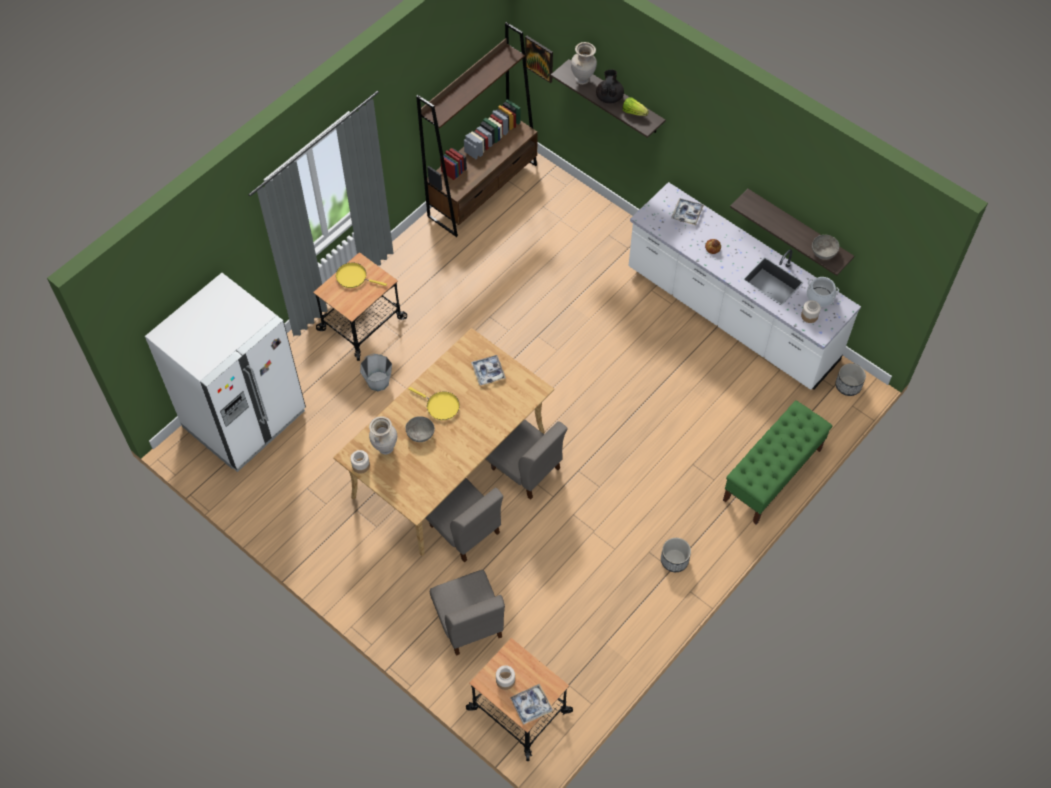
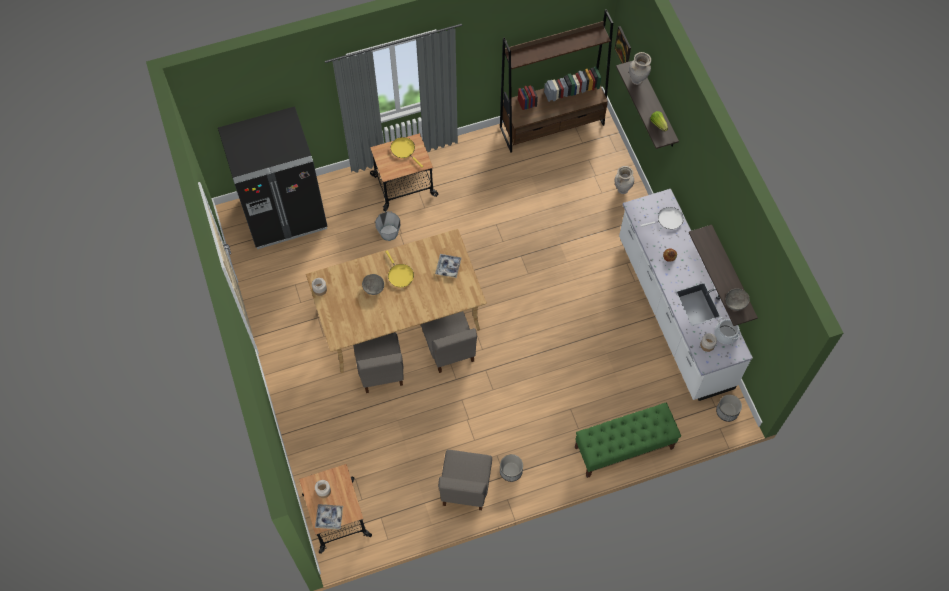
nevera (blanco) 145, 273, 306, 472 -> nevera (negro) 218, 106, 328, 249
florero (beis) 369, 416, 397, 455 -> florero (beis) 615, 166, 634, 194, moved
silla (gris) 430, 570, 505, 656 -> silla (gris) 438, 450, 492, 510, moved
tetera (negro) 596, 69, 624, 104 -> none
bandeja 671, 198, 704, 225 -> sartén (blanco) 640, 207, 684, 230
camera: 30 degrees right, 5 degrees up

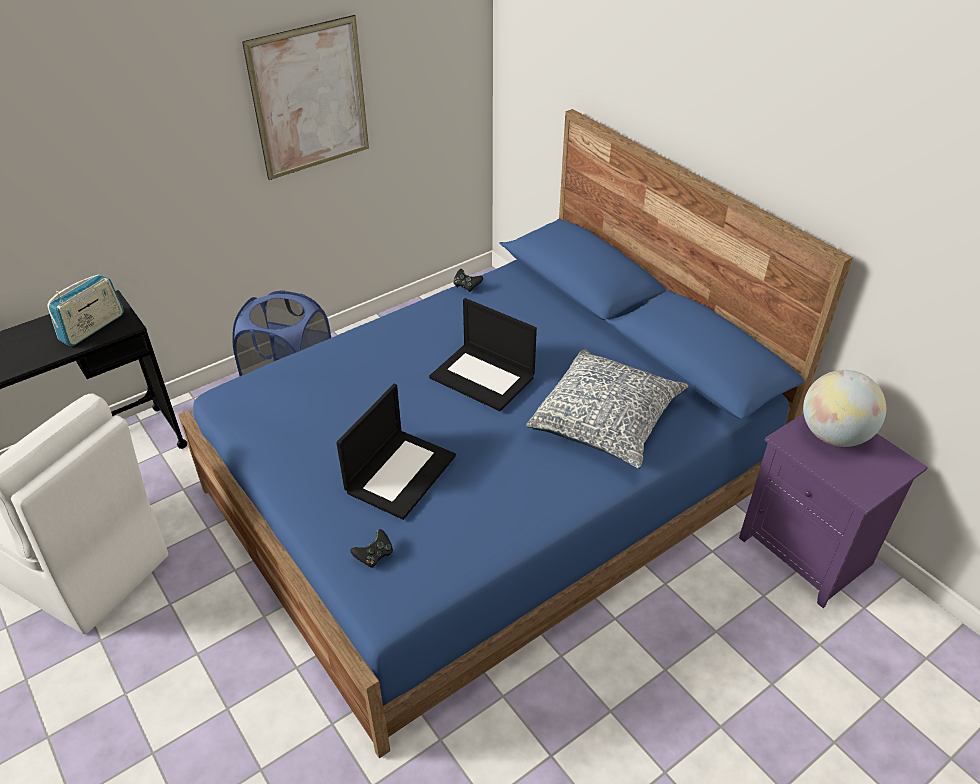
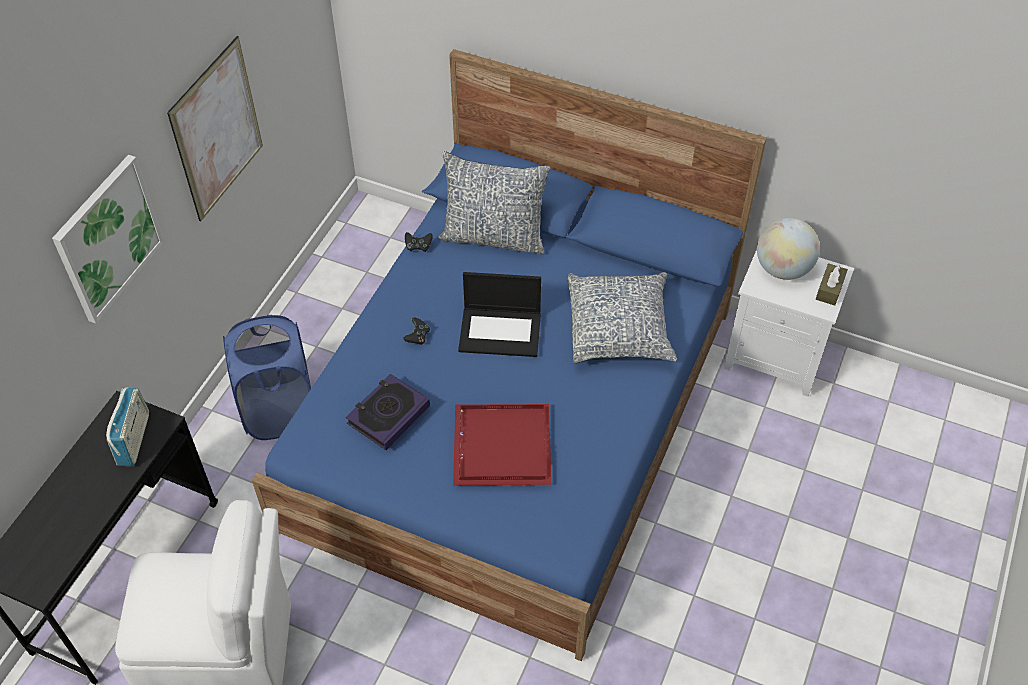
portátil 336, 384, 456, 520 -> bandeja (rojo) 453, 404, 552, 485
mando de consola (negro) 350, 529, 393, 568 -> mando de consola (negro) 403, 318, 430, 345, moved
mesita de noche (morado) 739, 413, 928, 608 -> mesita de noche (blanco) 724, 249, 854, 397
none -> cuadro 52, 155, 164, 324
none -> libro 346, 374, 430, 450
none -> cojín 438, 151, 551, 254
none -> caja de pañuelos (marrón) 816, 263, 848, 306
camera: 30 degrees left, 10 degrees up

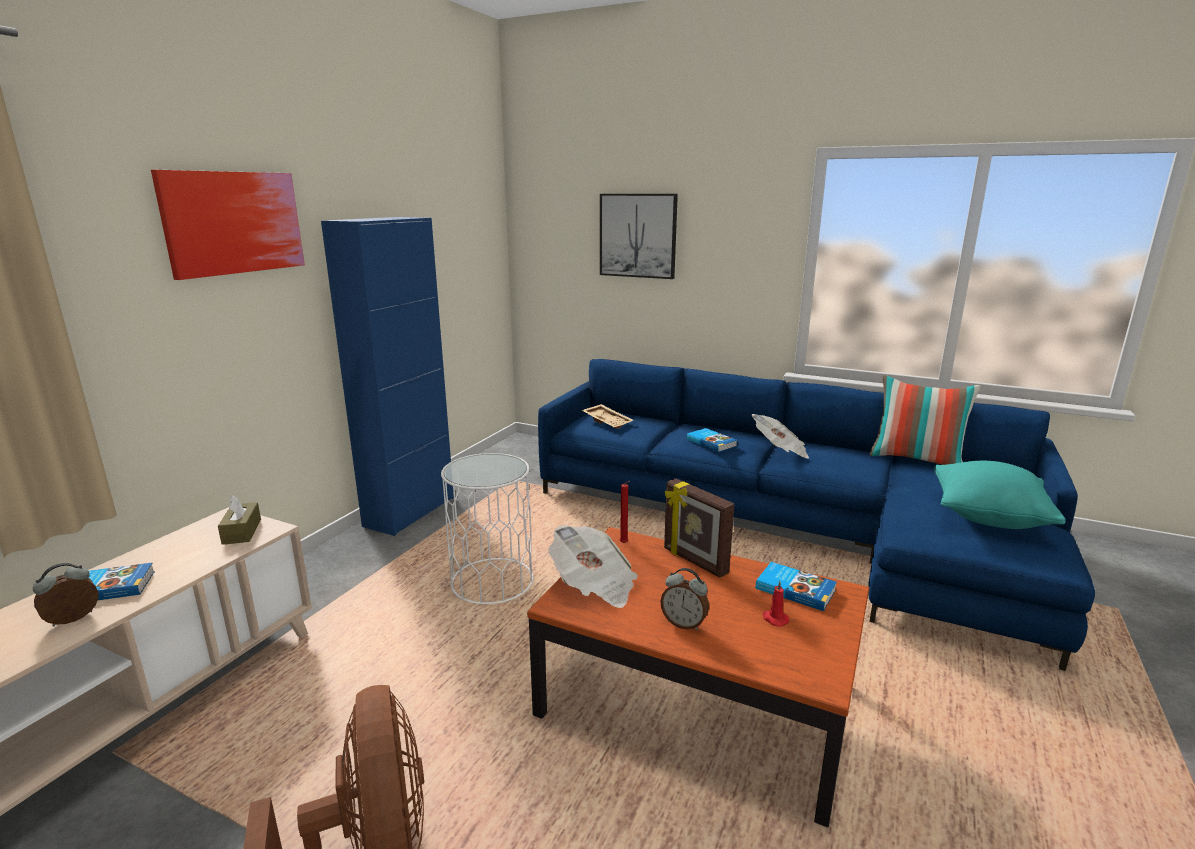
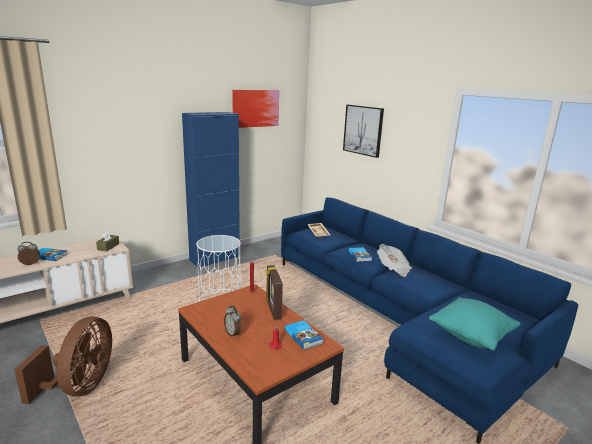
cuadro 151, 170, 305, 280 -> cuadro 232, 90, 279, 128, moved
periódico 548, 525, 638, 608 -> none
cojín 870, 375, 980, 465 -> none
camera: 25 degrees right, 0 degrees up

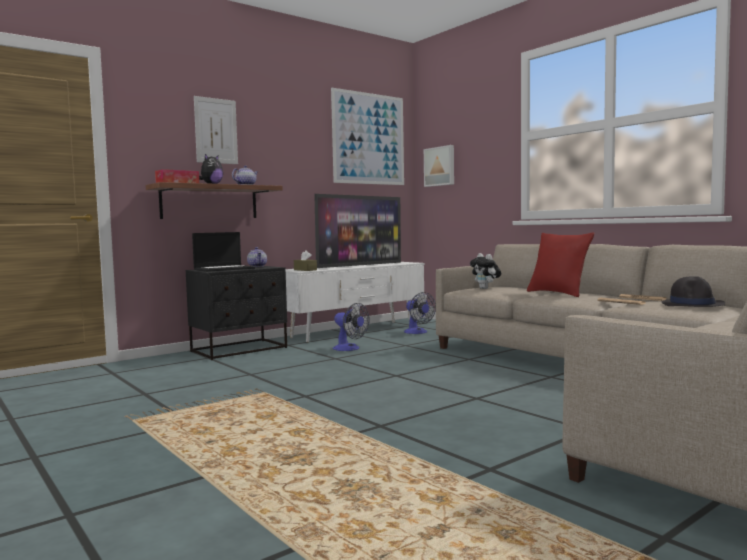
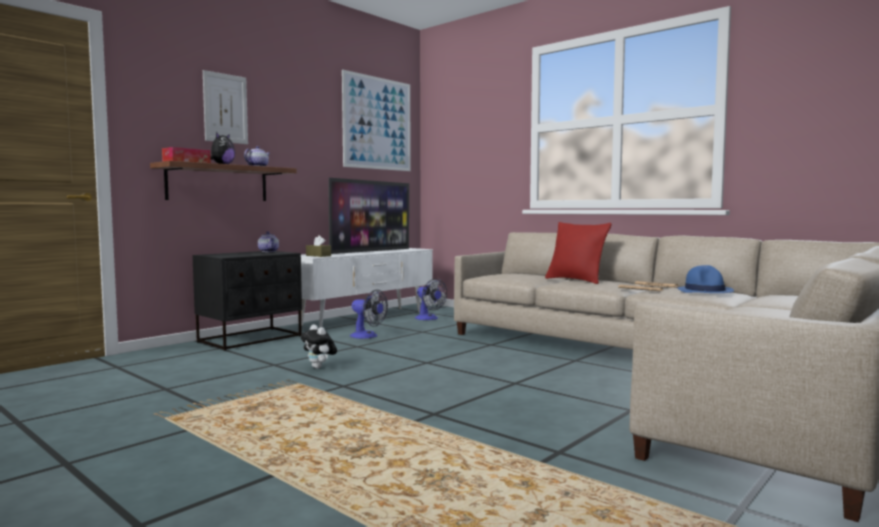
portátil 192, 232, 255, 272 -> none
cuadro 424, 145, 454, 187 -> none
peluche 470, 253, 501, 289 -> peluche 301, 324, 337, 369, moved
sombrero (negro) 661, 276, 725, 307 -> sombrero (azul) 677, 265, 734, 293
camera: 10 degrees left, 0 degrees up

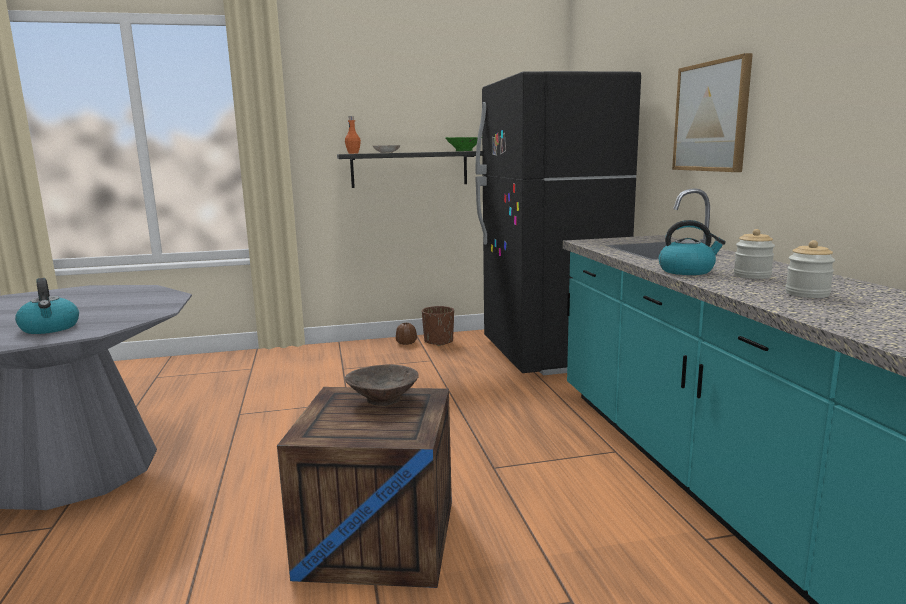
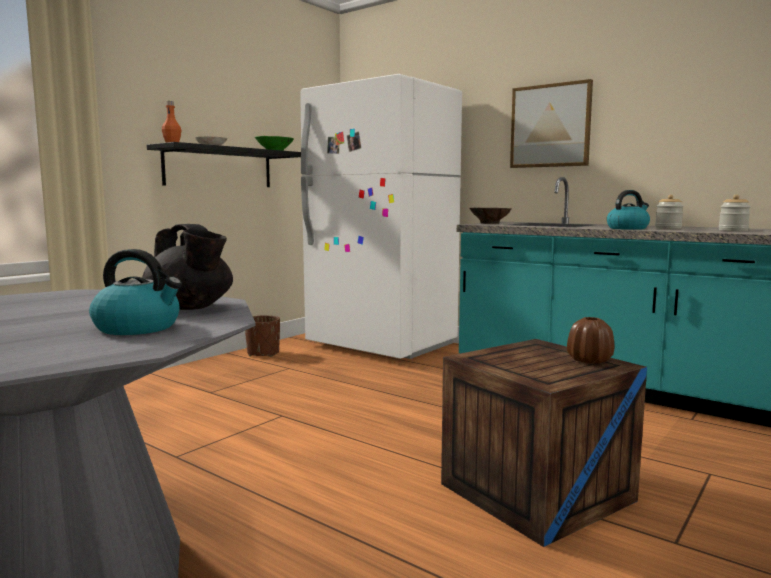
cuenco (marrón) 345, 365, 419, 406 -> cuenco (marrón) 469, 208, 512, 224, moved
florero (marrón) 396, 323, 417, 345 -> florero (marrón) 567, 317, 615, 364, moved
nevera (negro) 475, 71, 641, 375 -> nevera (blanco) 300, 74, 462, 359
none -> tetera (negro) 142, 224, 233, 310
camera: 40 degrees left, 5 degrees down

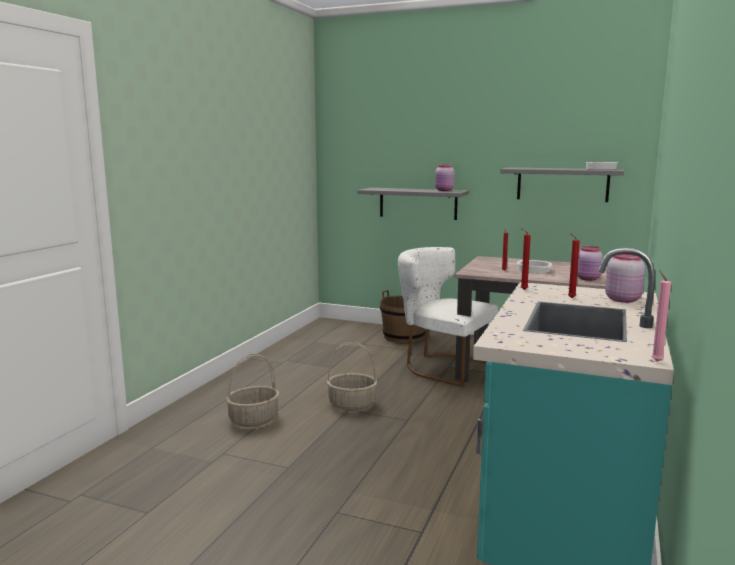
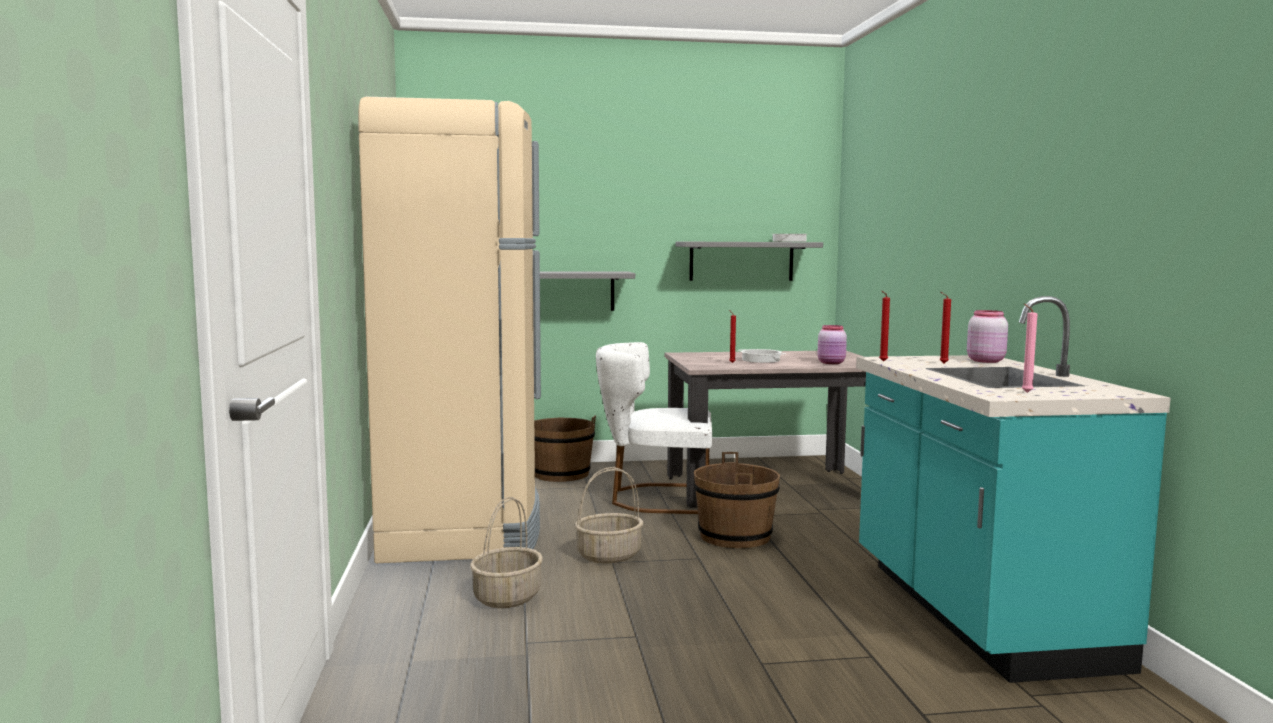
tarro (rosa) 435, 164, 454, 191 -> none
vela (rosa) 651, 271, 671, 362 -> vela (rosa) 1022, 304, 1038, 393, moved
none -> nevera (beis) 358, 97, 541, 563
none -> cubo (marrón) 693, 452, 780, 548
camera: 30 degrees left, 5 degrees down

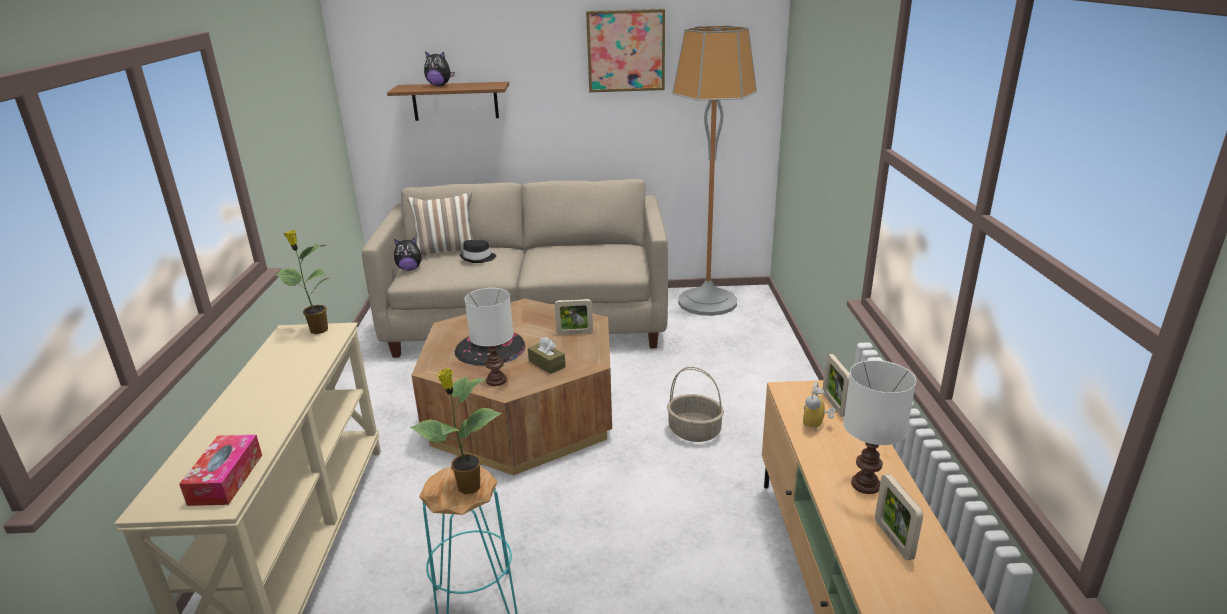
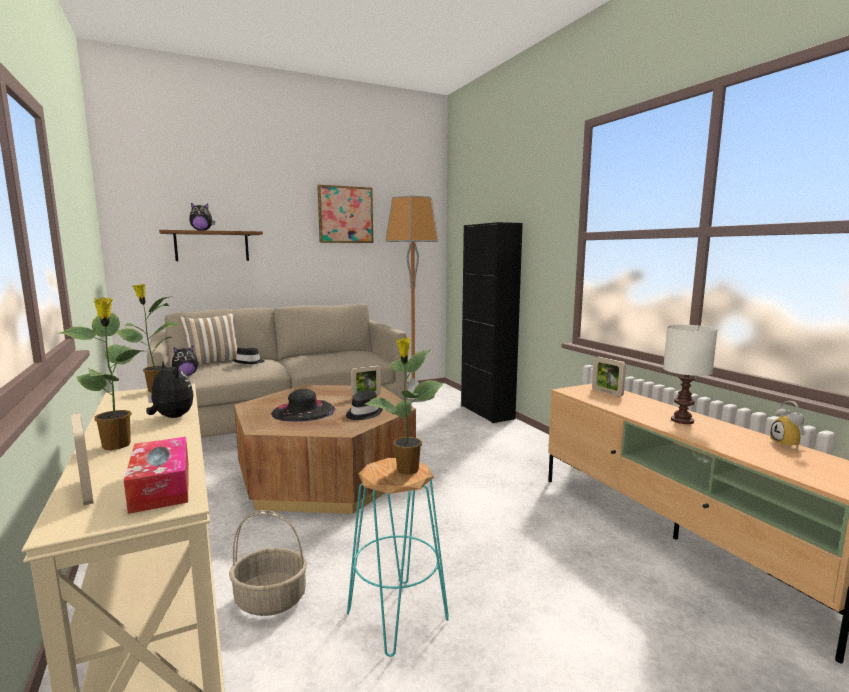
lámpara de mesa (blanco) 465, 288, 513, 386 -> none
caja de pañuelos (marrón) 528, 337, 565, 374 -> sombrero (negro) 346, 390, 383, 420
cesta 667, 367, 724, 442 -> cesta 229, 510, 307, 616, moved
despertador 803, 382, 835, 431 -> despertador 770, 401, 806, 449, moved
portarretratos 875, 474, 923, 560 -> portarretratos 71, 413, 94, 506, moved
none -> planta en maceta 59, 297, 142, 450
none -> peluche 146, 361, 193, 418
none -> armario (negro) 461, 222, 523, 423
camera: 25 degrees left, 15 degrees down

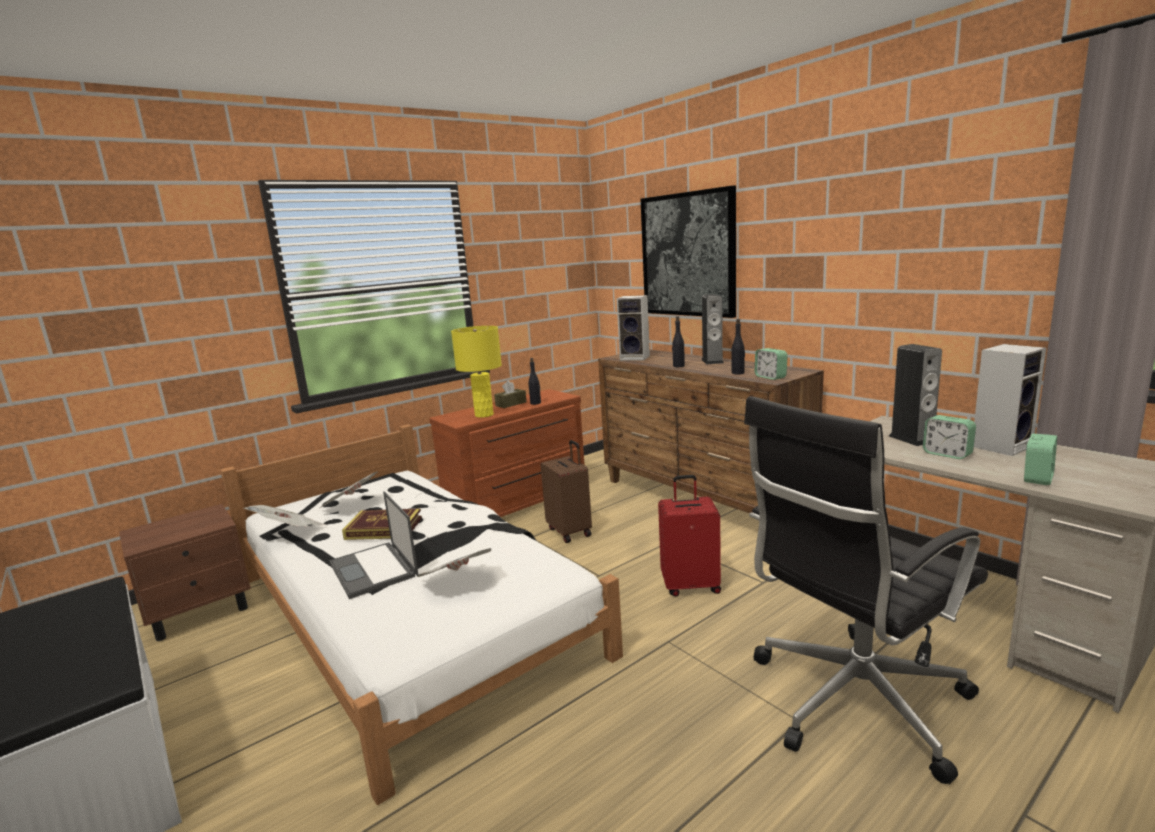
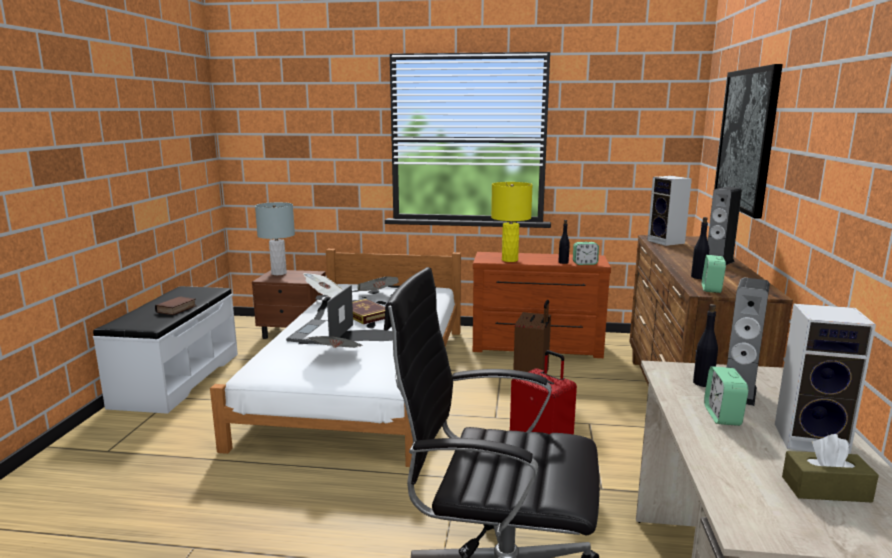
caja de pañuelos (marrón) 494, 381, 527, 408 -> caja de pañuelos (marrón) 782, 434, 879, 502, moved
botella (negro) 672, 316, 685, 367 -> botella (negro) 693, 304, 718, 387, moved
despertador 1024, 434, 1057, 485 -> despertador 573, 242, 599, 265, moved
none -> libro 155, 296, 196, 315
none -> lámpara de mesa (gris) 255, 202, 295, 275
camera: 45 degrees right, 0 degrees up

